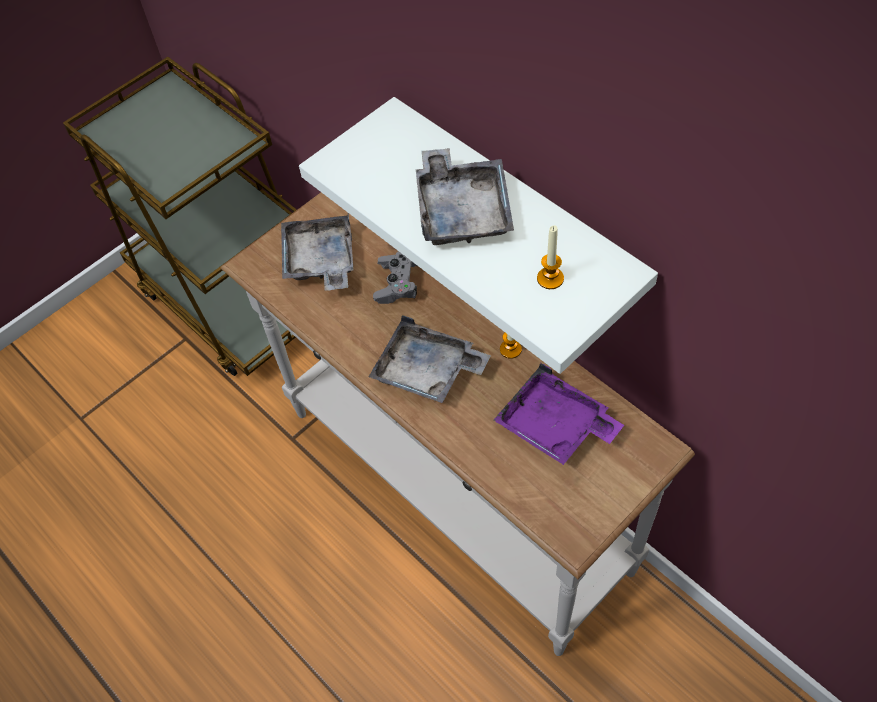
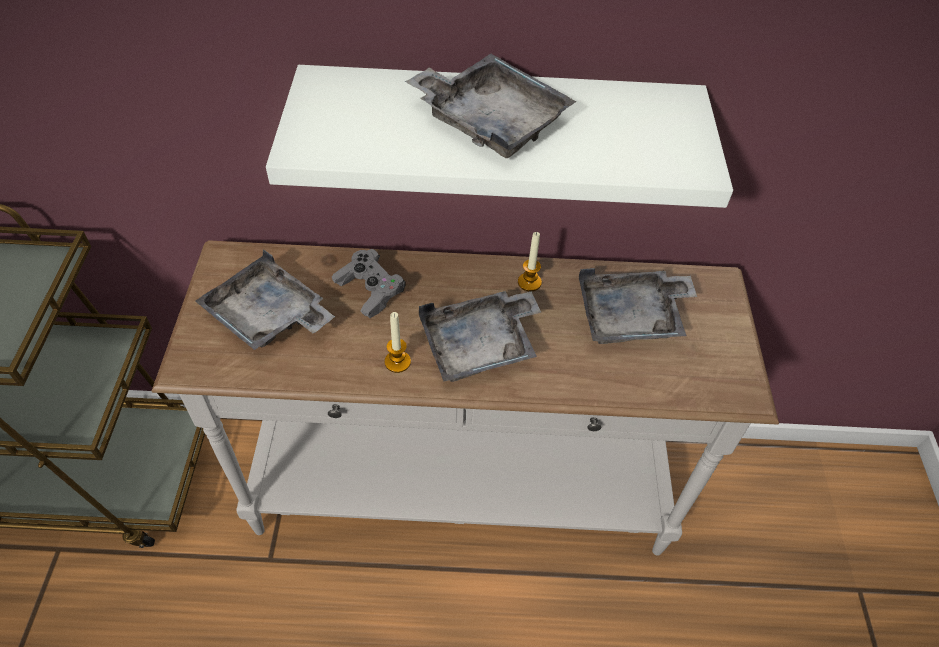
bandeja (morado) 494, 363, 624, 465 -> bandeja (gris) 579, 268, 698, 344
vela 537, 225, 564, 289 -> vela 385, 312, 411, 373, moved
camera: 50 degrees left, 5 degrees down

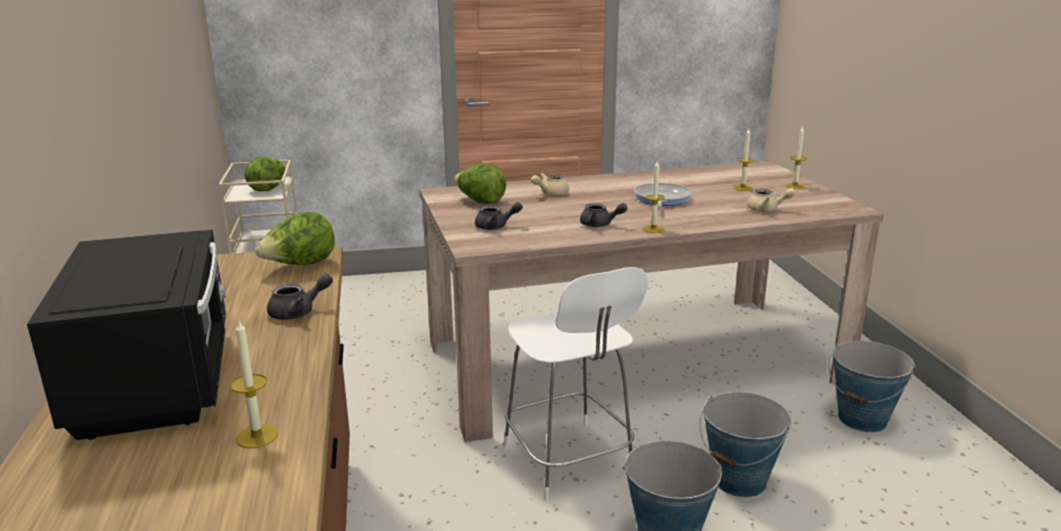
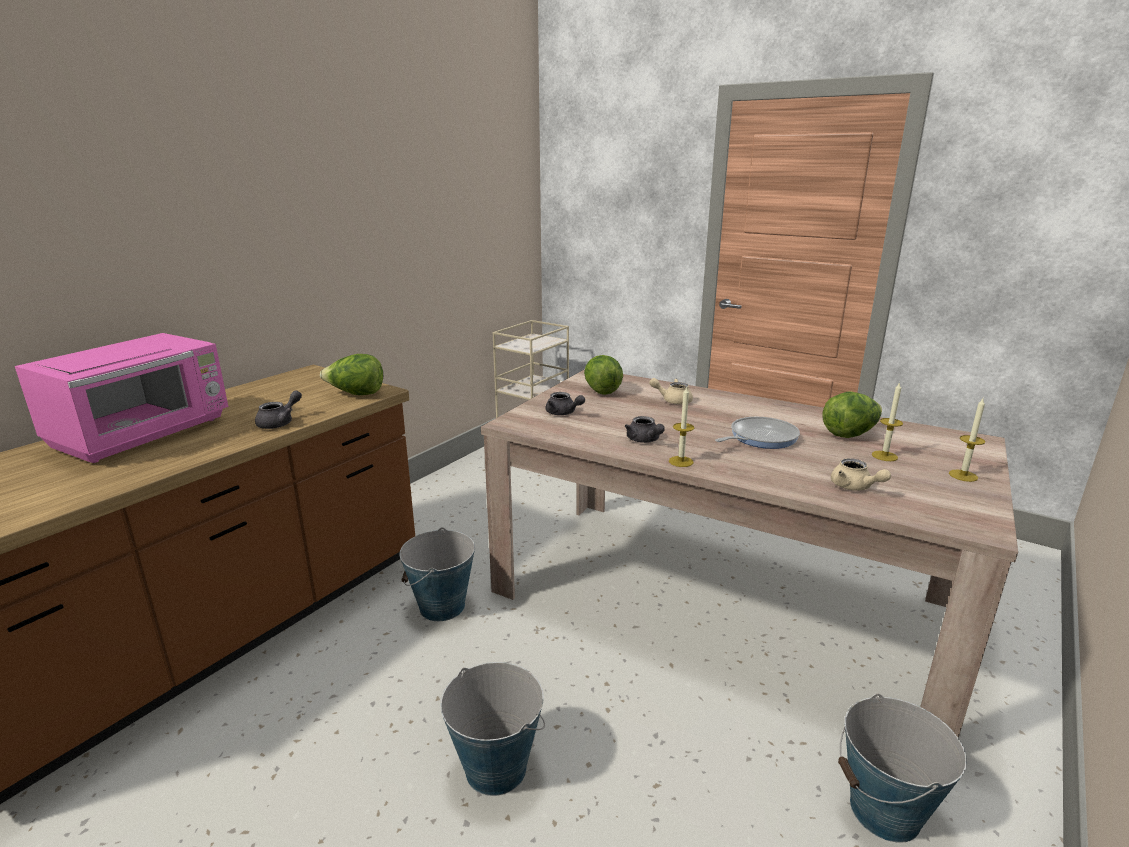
microondas (negro) 27, 230, 226, 440 -> microondas (rosa) 15, 333, 228, 463
vela 230, 321, 278, 449 -> none
lechuga 244, 157, 285, 192 -> lechuga 822, 391, 882, 438, moved
tetera (gris) 267, 273, 333, 320 -> tetera (gris) 255, 390, 302, 429, 75 degrees counterclockwise
silla (blanco) 504, 267, 648, 500 -> none
cubo 700, 392, 792, 497 -> cubo 399, 527, 475, 621, moved
camera: 45 degrees right, 0 degrees up

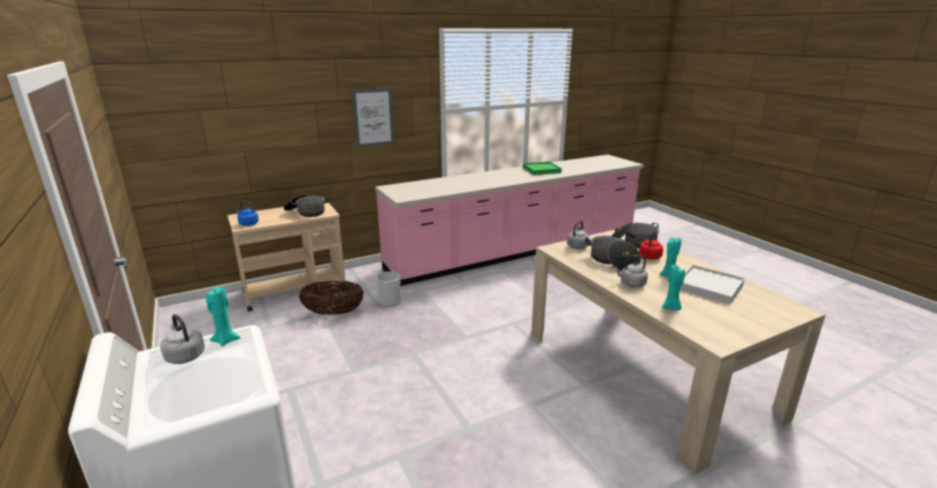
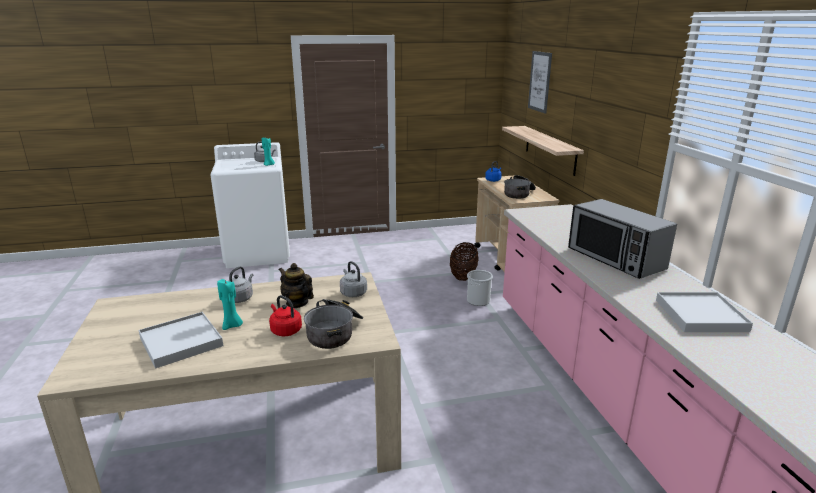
cuadro 352, 88, 394, 147 -> cuadro 528, 51, 552, 114, moved
bandeja (verde) 523, 162, 562, 175 -> bandeja (blanco) 656, 292, 753, 332
olla 585, 236, 641, 271 -> tetera 279, 263, 314, 308
vela (turquesa) 662, 265, 685, 311 -> none
none -> estante 502, 126, 584, 176
none -> microondas 568, 199, 677, 279
camera: 105 degrees right, 0 degrees up

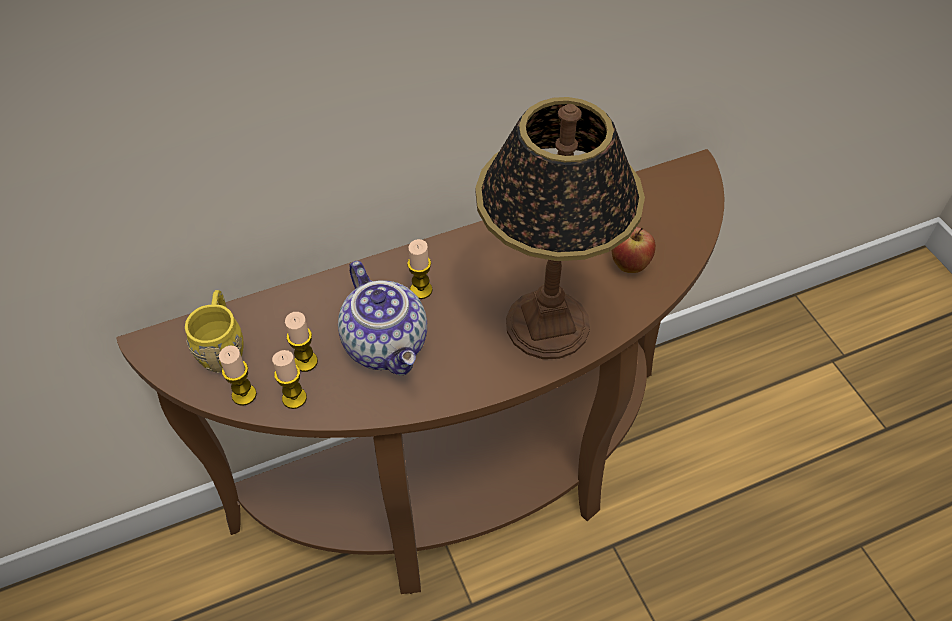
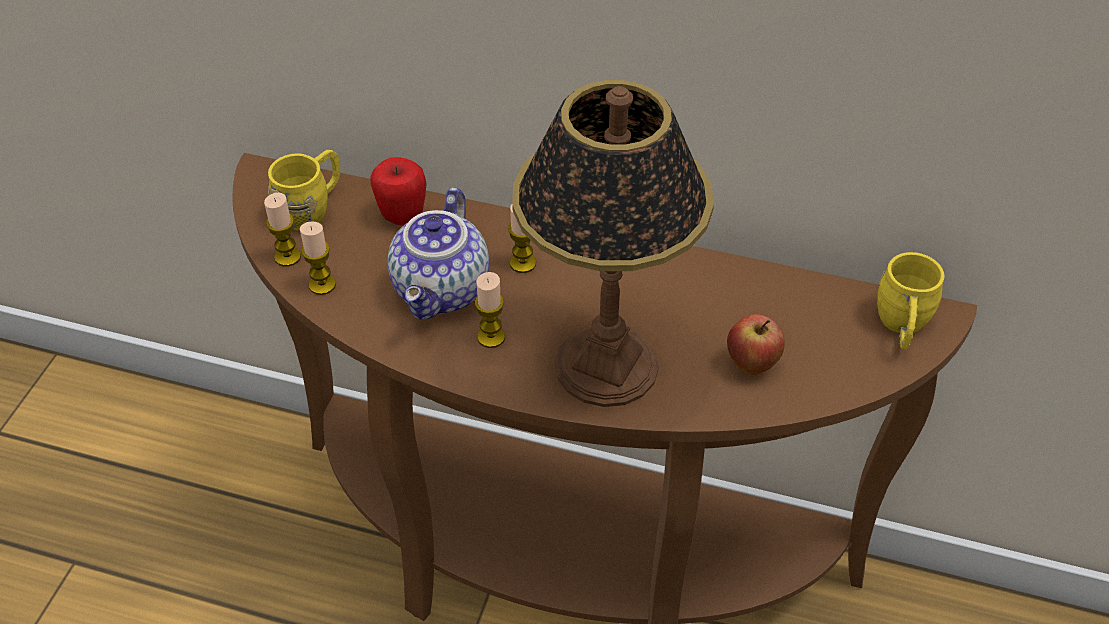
vela 285, 312, 318, 372 -> vela 475, 272, 505, 348, moved
none -> manzana 370, 157, 427, 226
none -> taza grande (amarillo) 877, 252, 944, 350
camera: 40 degrees right, 5 degrees down

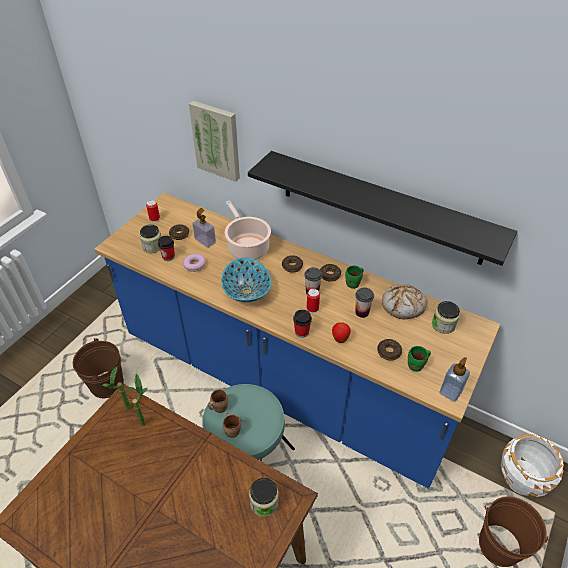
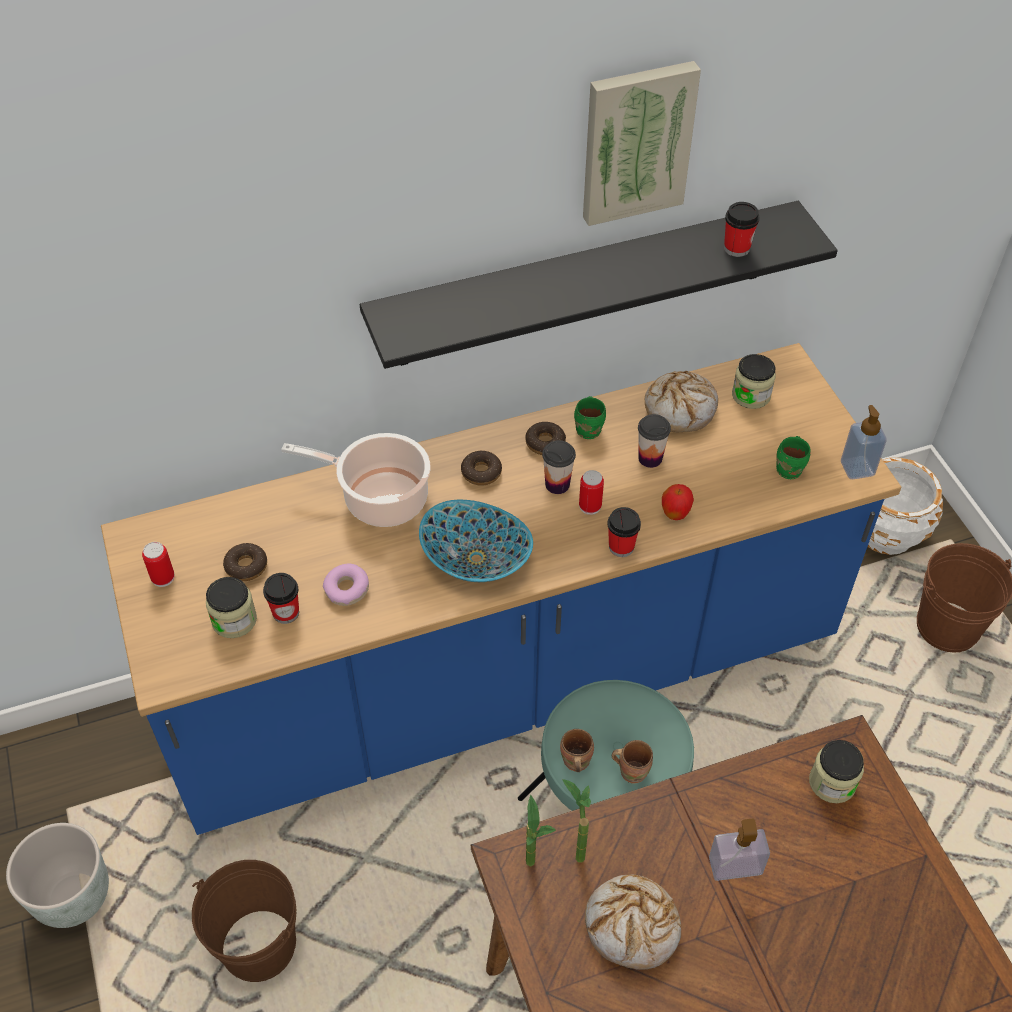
cuadro 189, 101, 240, 182 -> cuadro 583, 61, 701, 226, moved
dispensador de jabón 192, 208, 216, 248 -> dispensador de jabón 709, 818, 770, 881, moved
rosquilla 377, 339, 402, 361 -> none
none -> maceta (gris) 6, 823, 109, 928
none -> pan 585, 874, 681, 970
none -> taza 724, 202, 760, 257
camera: 50 degrees left, 5 degrees up

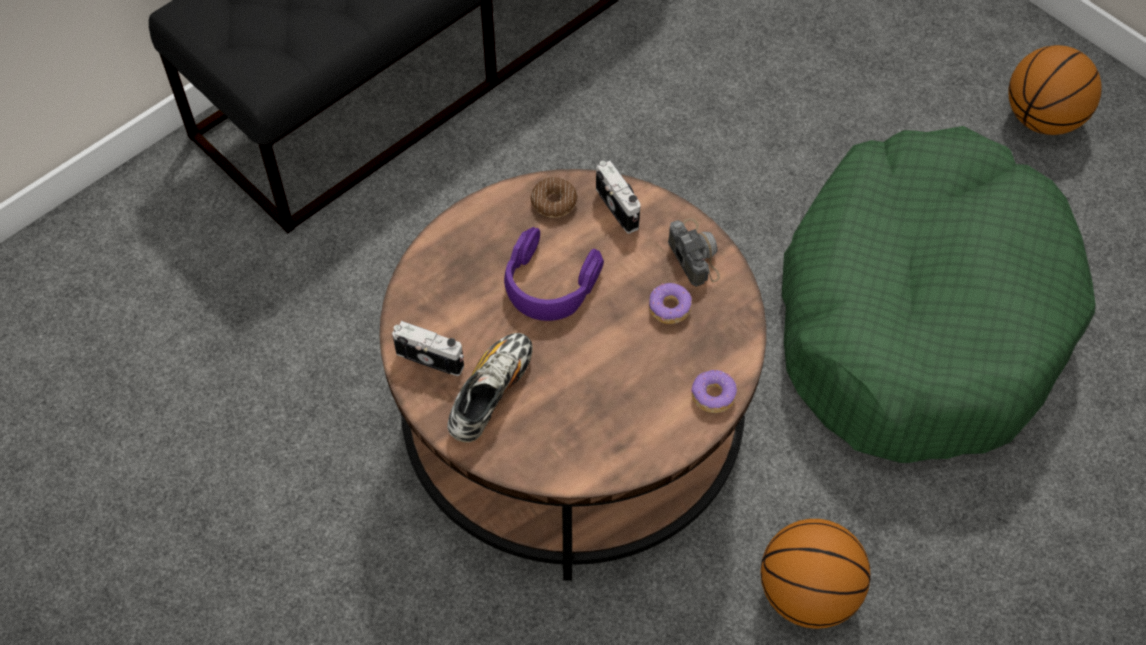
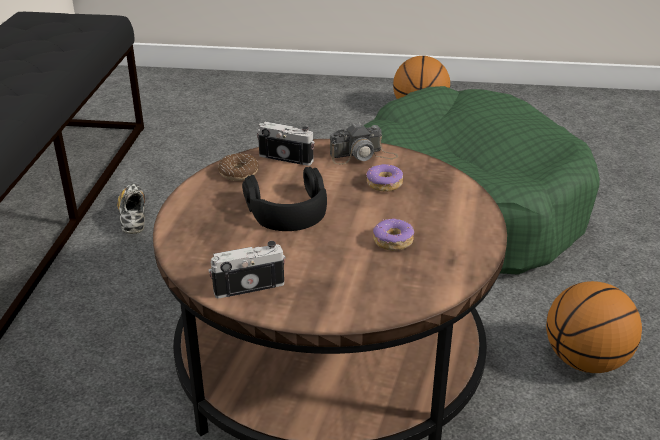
zapato 447, 333, 533, 443 -> zapato 117, 184, 146, 234, moved
auriculares (morado) 504, 227, 604, 321 -> auriculares (negro) 242, 167, 327, 231
cámara 668, 218, 720, 287 -> cámara 330, 123, 398, 164, 135 degrees clockwise
rosquilla 691, 370, 737, 413 -> rosquilla 373, 218, 414, 251, moved
camera: 40 degrees left, 25 degrees down

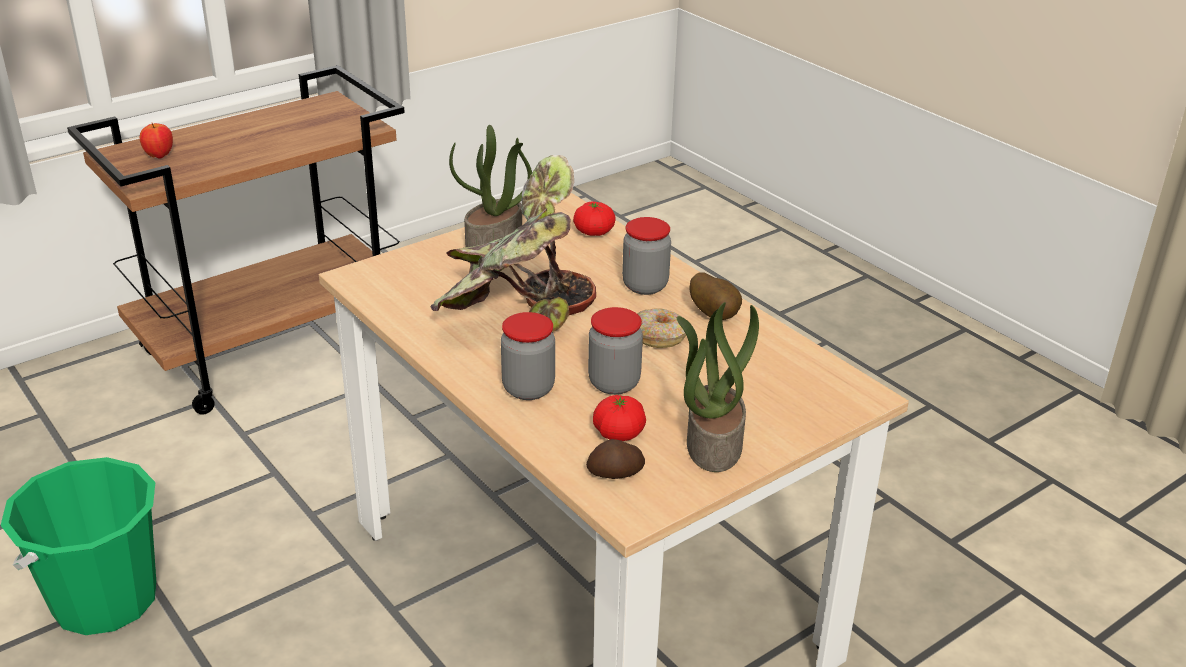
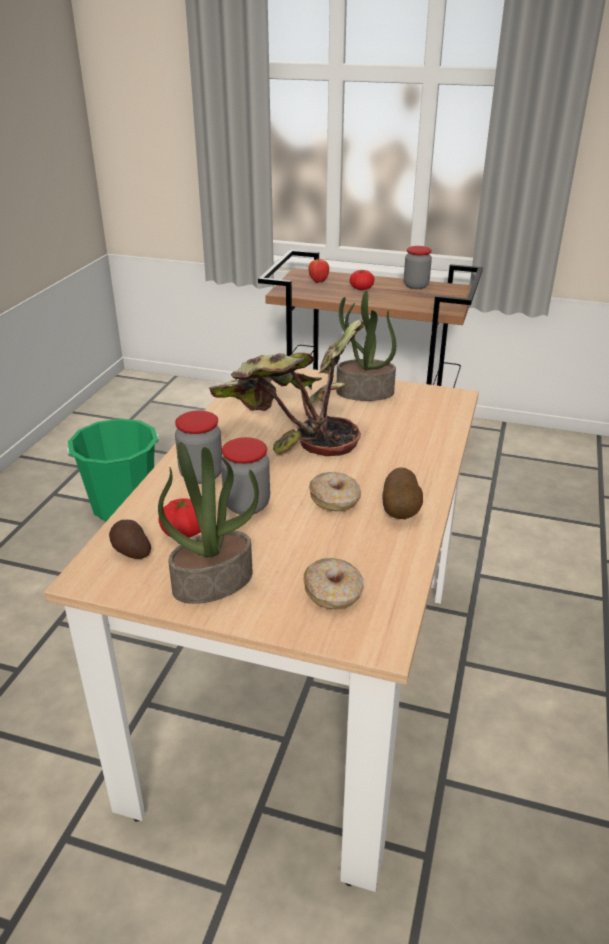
tomate 573, 201, 616, 236 -> tomate 350, 270, 374, 290, moved
tarro 622, 217, 671, 295 -> tarro 404, 246, 432, 289, moved
none -> rosquilla 304, 558, 364, 609
camera: 55 degrees right, 0 degrees up

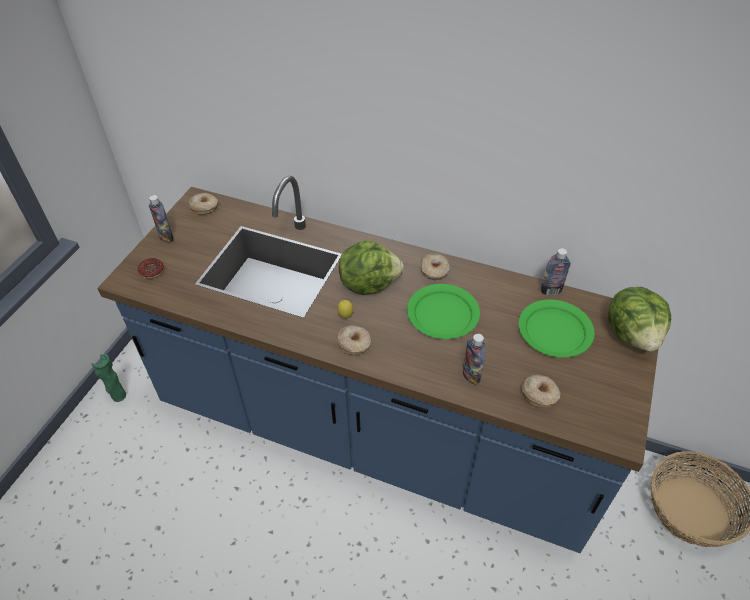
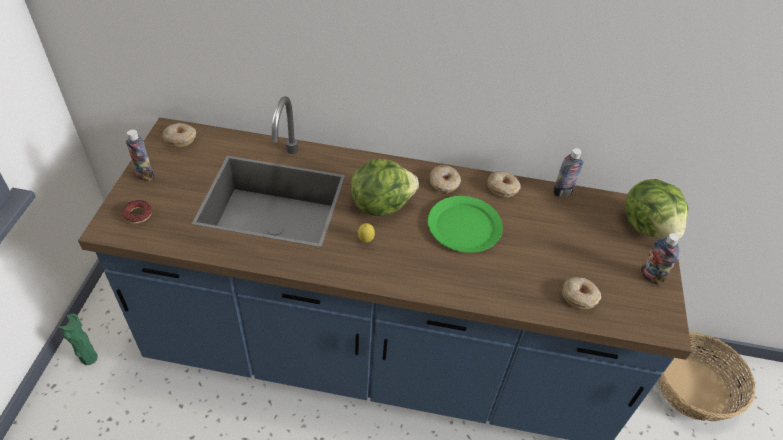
rosquilla 336, 325, 371, 355 -> rosquilla 487, 171, 521, 198, moved
botella 463, 334, 486, 385 -> botella 641, 233, 680, 285, moved
plato (verde) 518, 299, 595, 358 -> none
camera: 15 degrees left, 0 degrees up

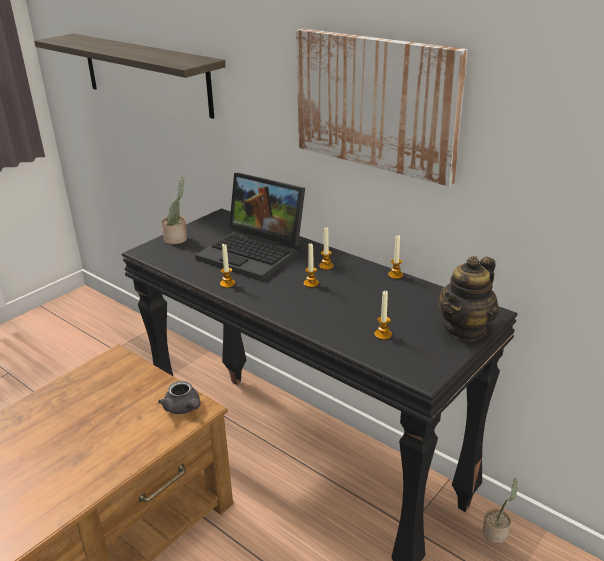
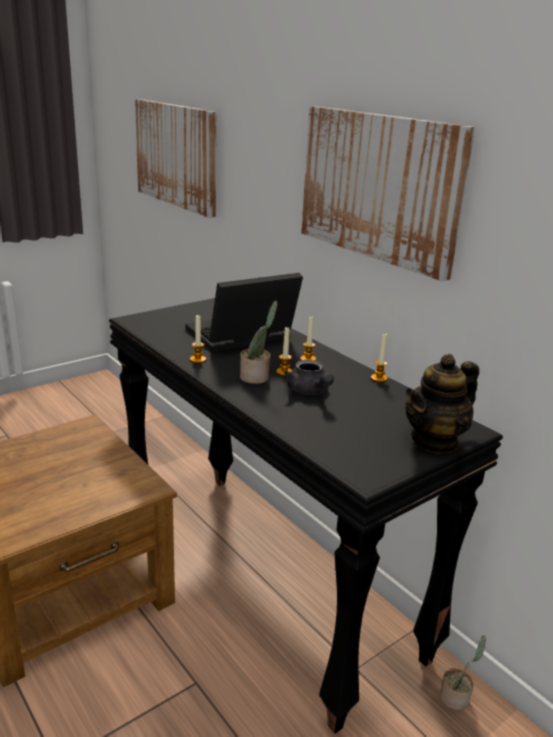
estante 34, 33, 226, 119 -> cuadro 135, 99, 217, 218
tetera (gris) 158, 381, 201, 414 -> tetera (gris) 284, 360, 334, 395, moved
planta en maceta 162, 177, 187, 244 -> planta en maceta 240, 301, 278, 384, moved
portátil 195, 173, 305, 281 -> portátil 185, 273, 303, 353, 105 degrees clockwise
vela 375, 291, 392, 340 -> none
camera: 10 degrees right, 5 degrees down

